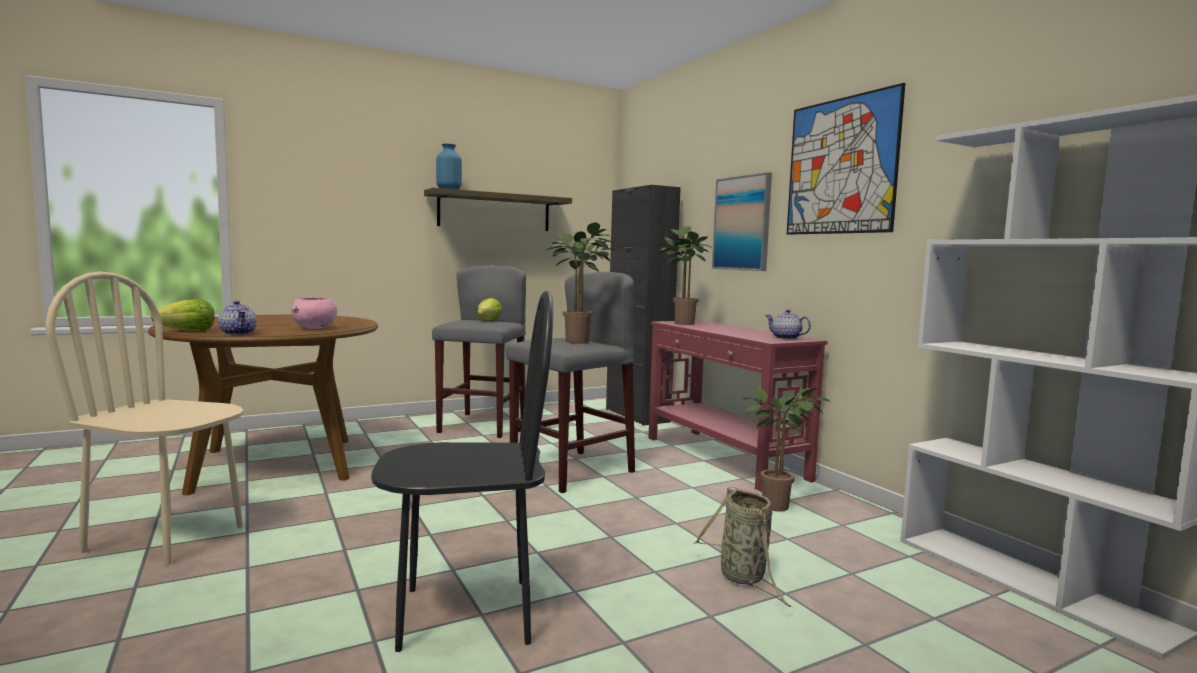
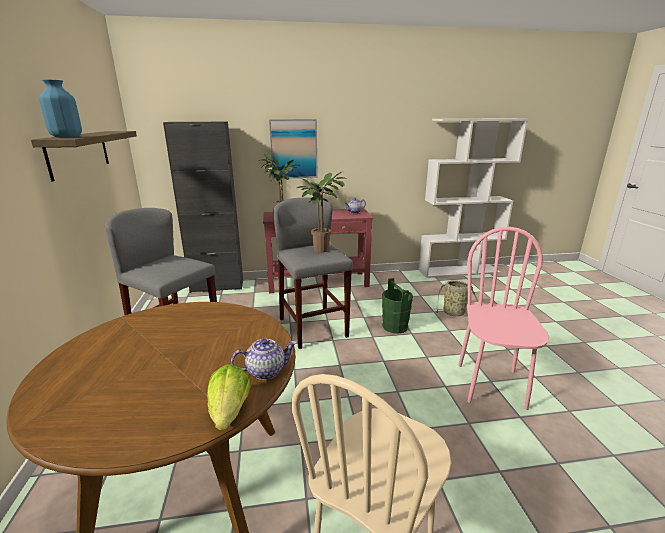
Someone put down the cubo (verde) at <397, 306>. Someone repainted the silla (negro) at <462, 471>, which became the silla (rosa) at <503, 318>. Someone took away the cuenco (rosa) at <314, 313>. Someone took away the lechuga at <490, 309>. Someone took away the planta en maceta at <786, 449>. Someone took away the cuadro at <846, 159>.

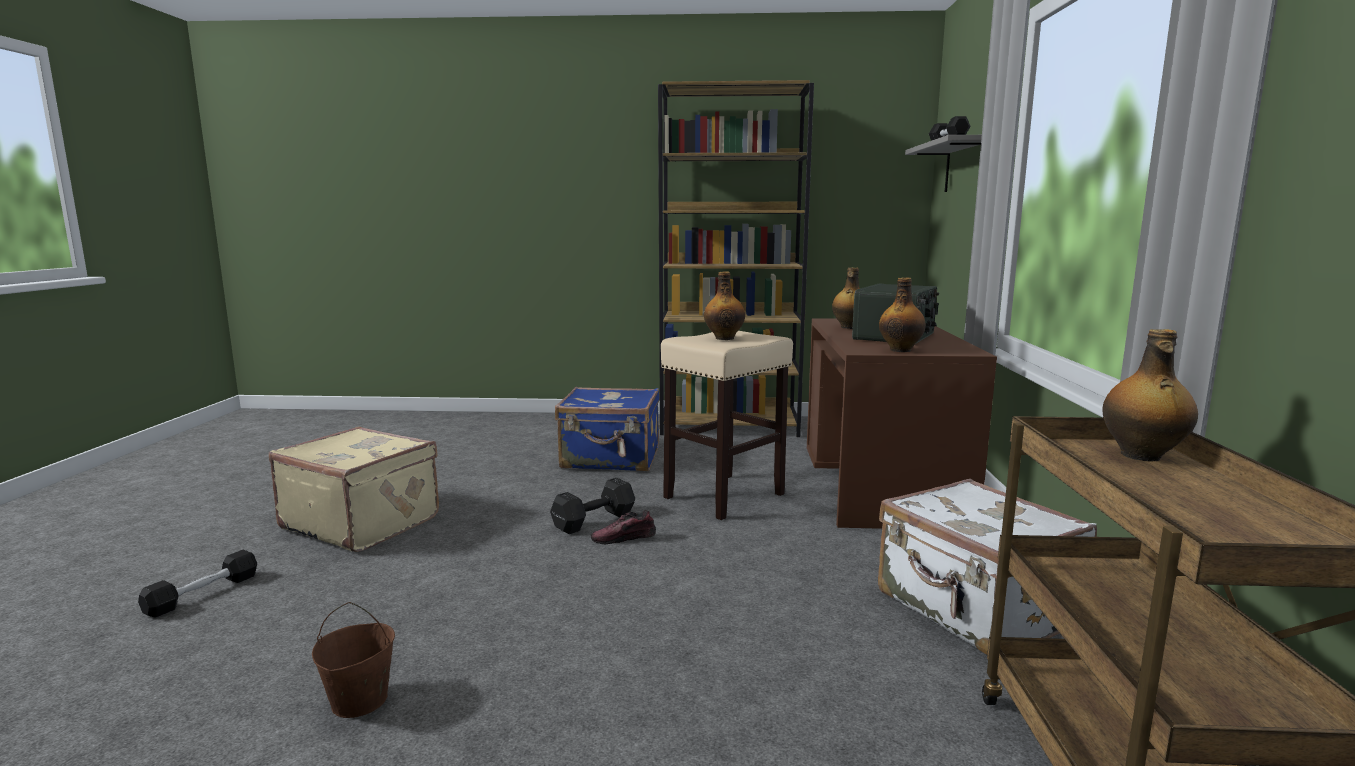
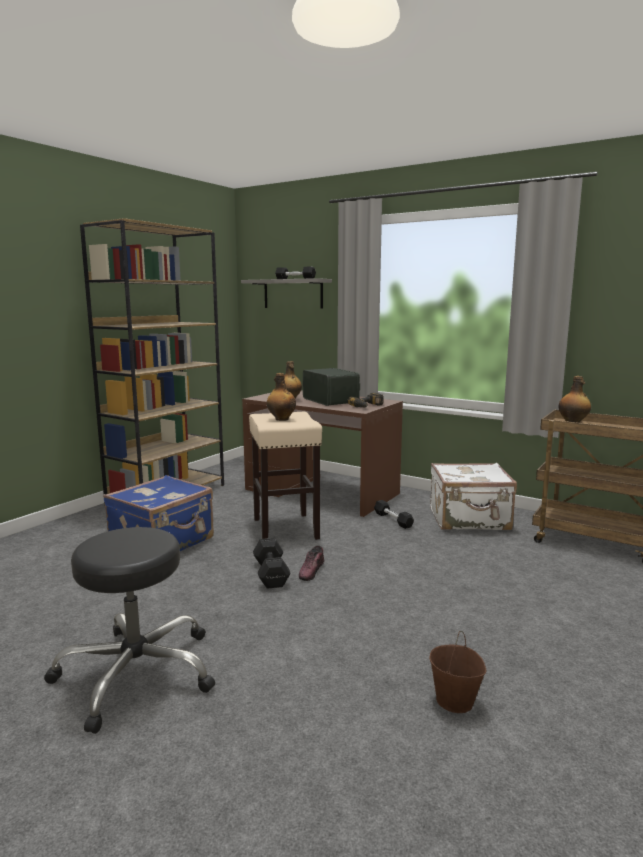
Someone swapped the maleta (beis) at <354, 489> for the taburete (negro) at <129, 630>. Someone swapped the botella at <902, 314> for the taladro at <365, 400>. Someone carried the mancuerna (negro) from <197, 583> to <394, 514>.

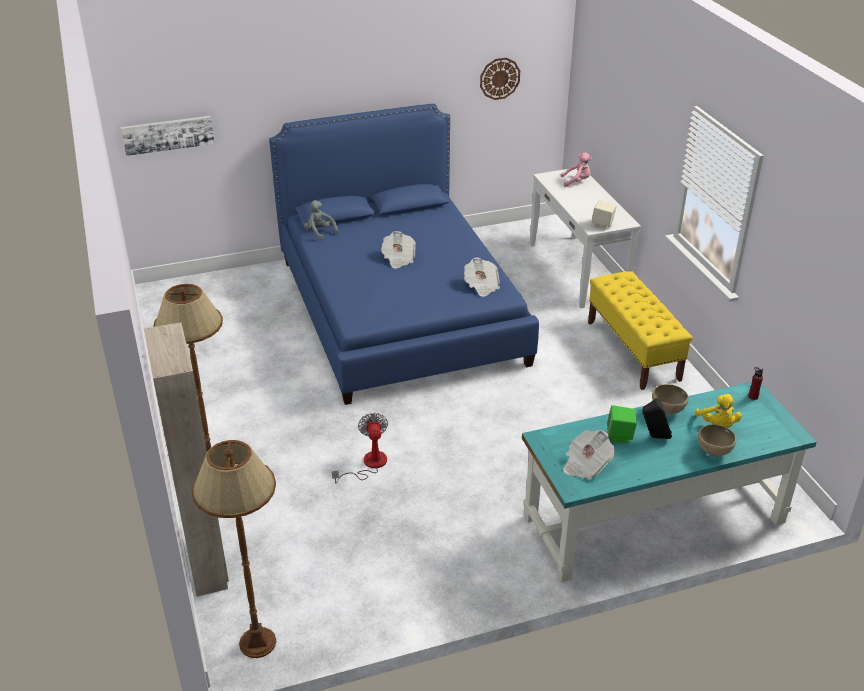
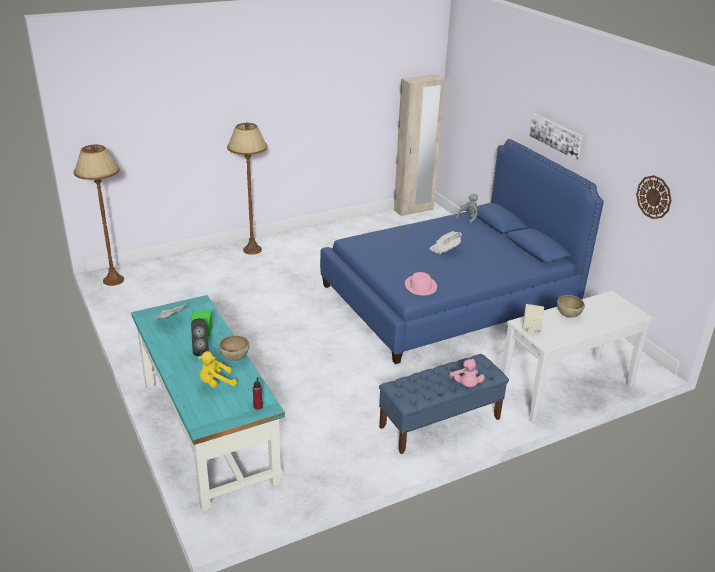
Someone repainted the banco (amarillo) at <640, 330>, which became the banco (azul) at <444, 404>. Someone carried the armario ropero (beis) from <186, 460> to <419, 145>. Someone swapped the periódico at <482, 277> for the sombrero (rosa) at <421, 283>. Someone carried the peluche (rosa) from <576, 169> to <467, 373>. Someone carried the cuadro from <167, 136> to <556, 136>. Someone carried the cuenco (marrón) from <717, 440> to <571, 306>. Someone took away the ventilador at <360, 448>.

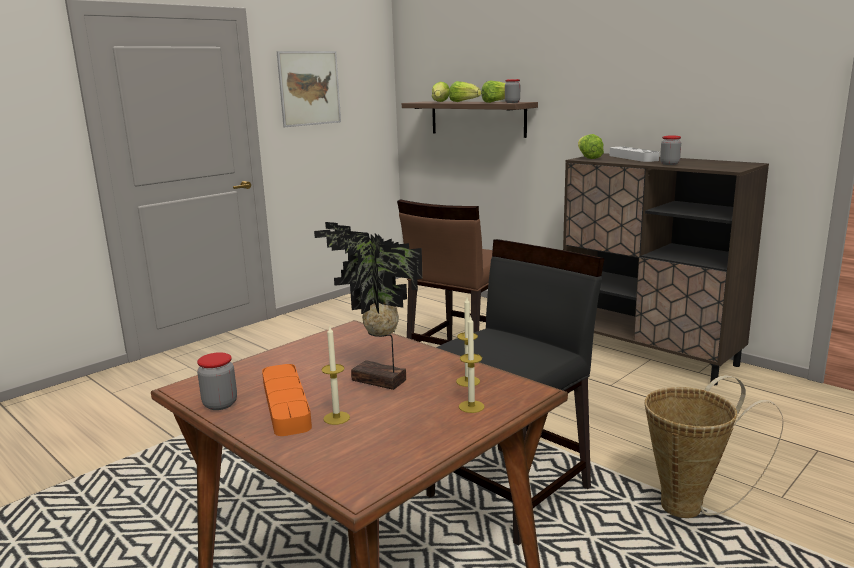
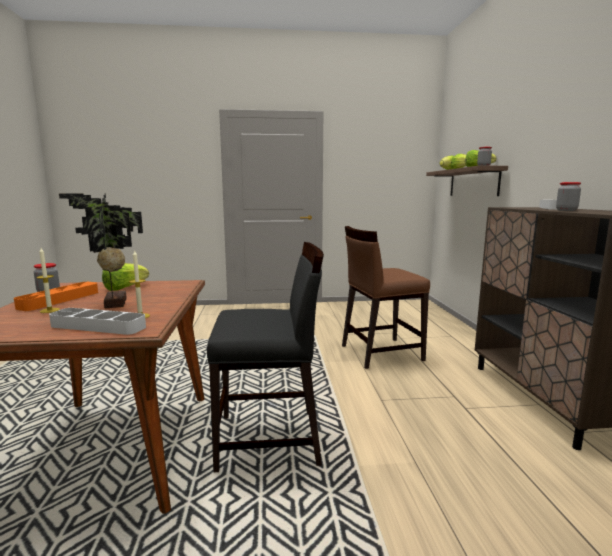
Someone swapped the vela at <471, 364> for the bandeja (gris) at <97, 321>. Someone carried the lechuga from <591, 146> to <125, 277>. Someone took away the cuadro at <309, 89>. Someone took away the cesta at <714, 446>.

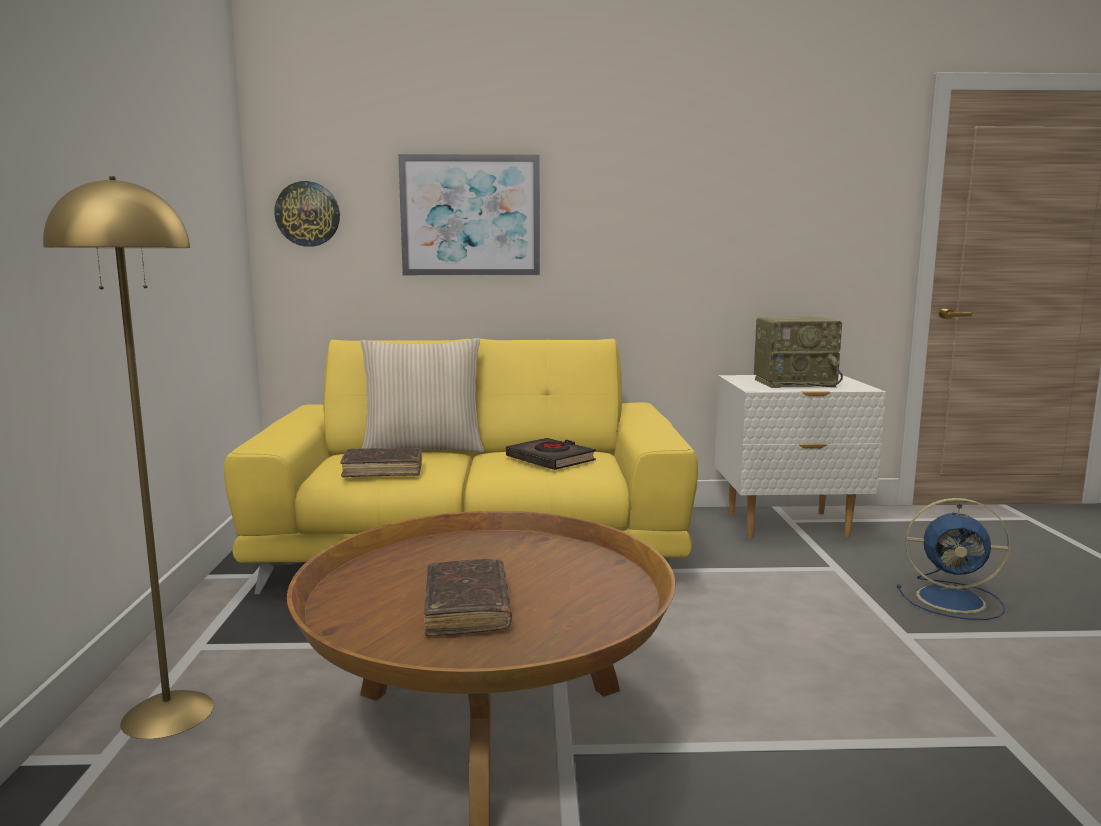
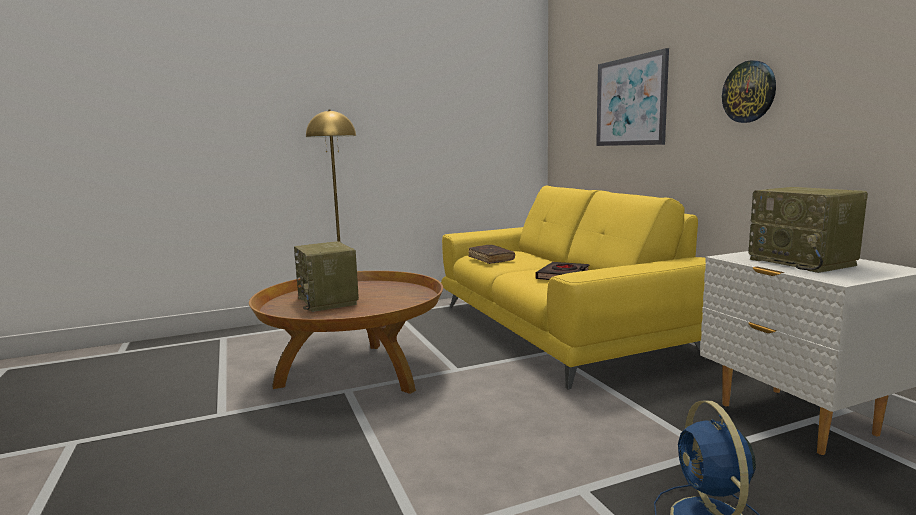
Someone swapped the libro (marrón) at <468, 597> for the radio at <326, 276>. Someone carried the reloj de pared from <307, 214> to <749, 91>. Someone took away the cojín (beis) at <422, 395>.

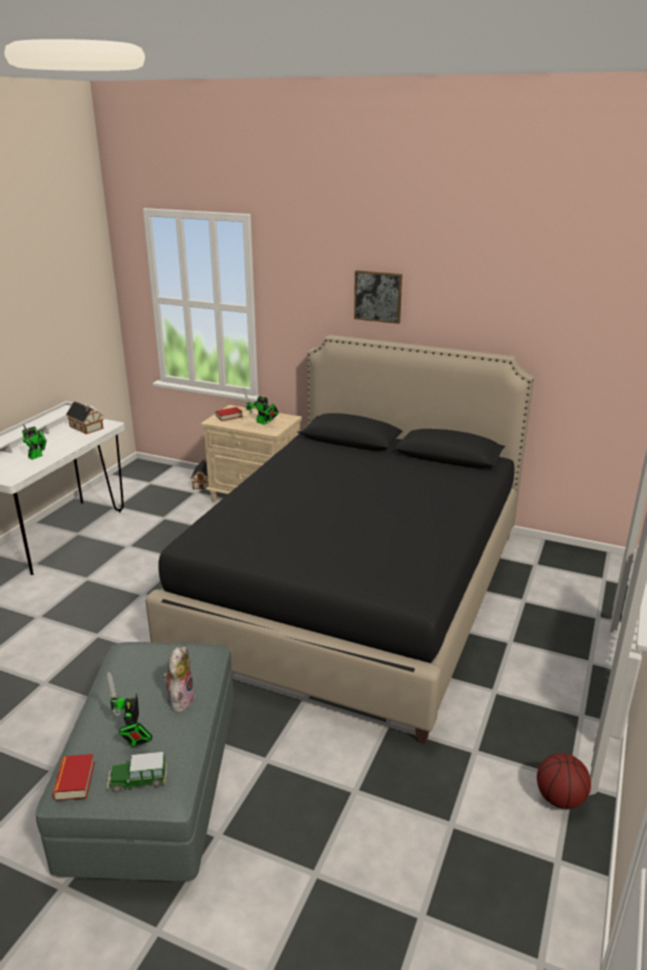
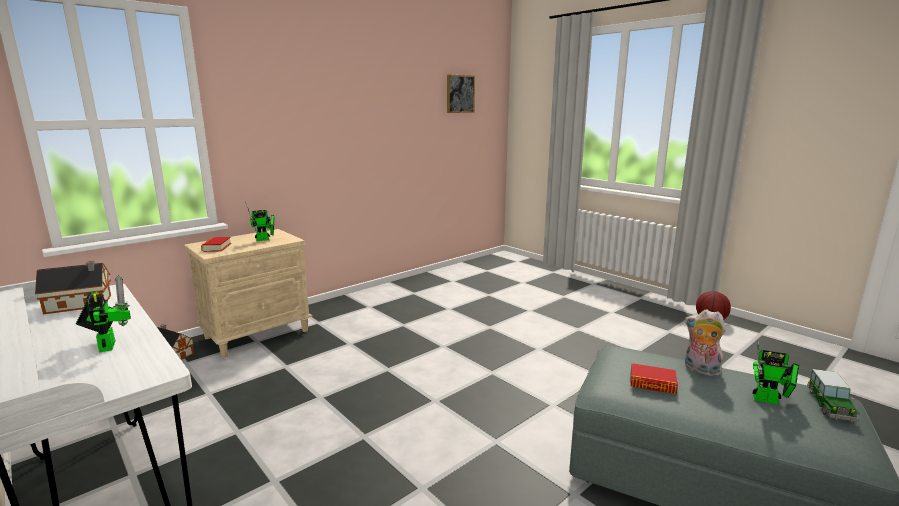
Someone carried the cuadro from <378, 297> to <461, 93>. Someone carried the libro from <74, 777> to <654, 378>. Someone took away the cama (negro) at <340, 539>.

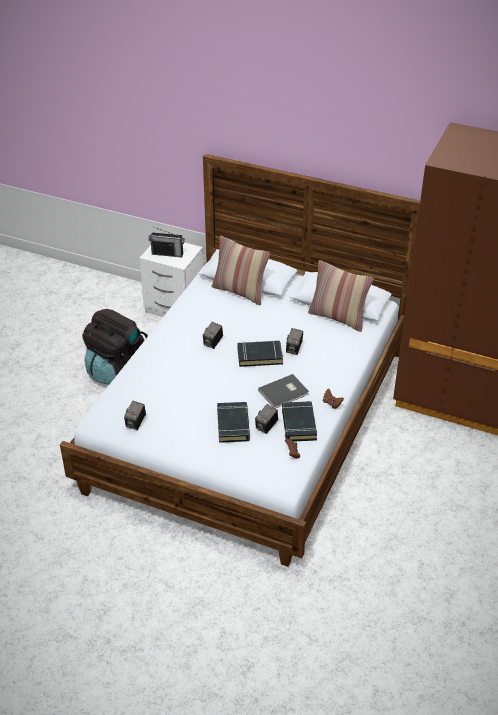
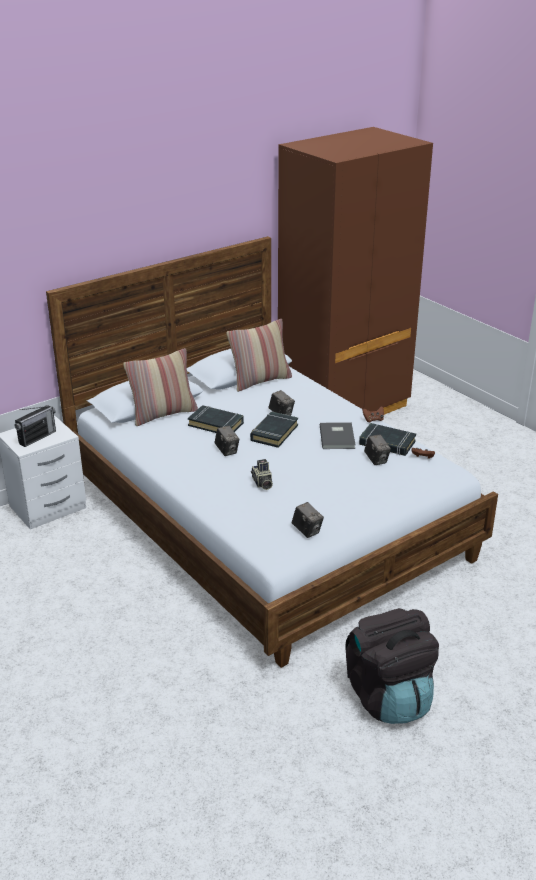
Someone carried the libro (negro) from <233, 422> to <216, 419>. Someone put down the cámara at <262, 474>. Someone carried the mochila (negro) from <115, 347> to <392, 666>.

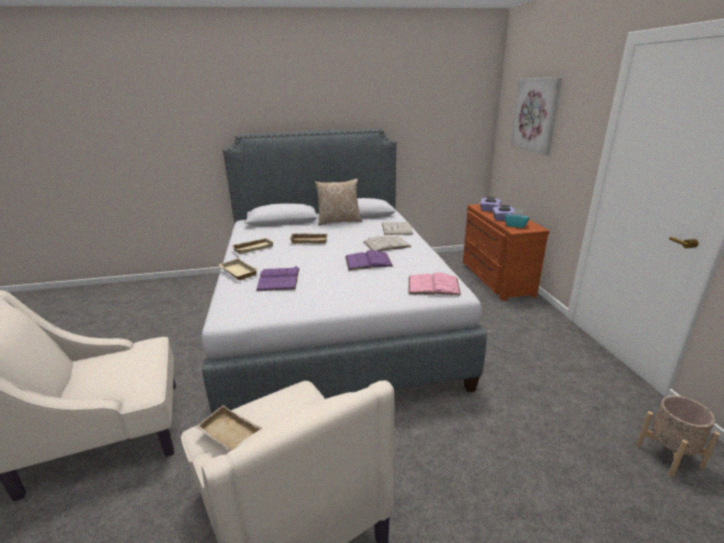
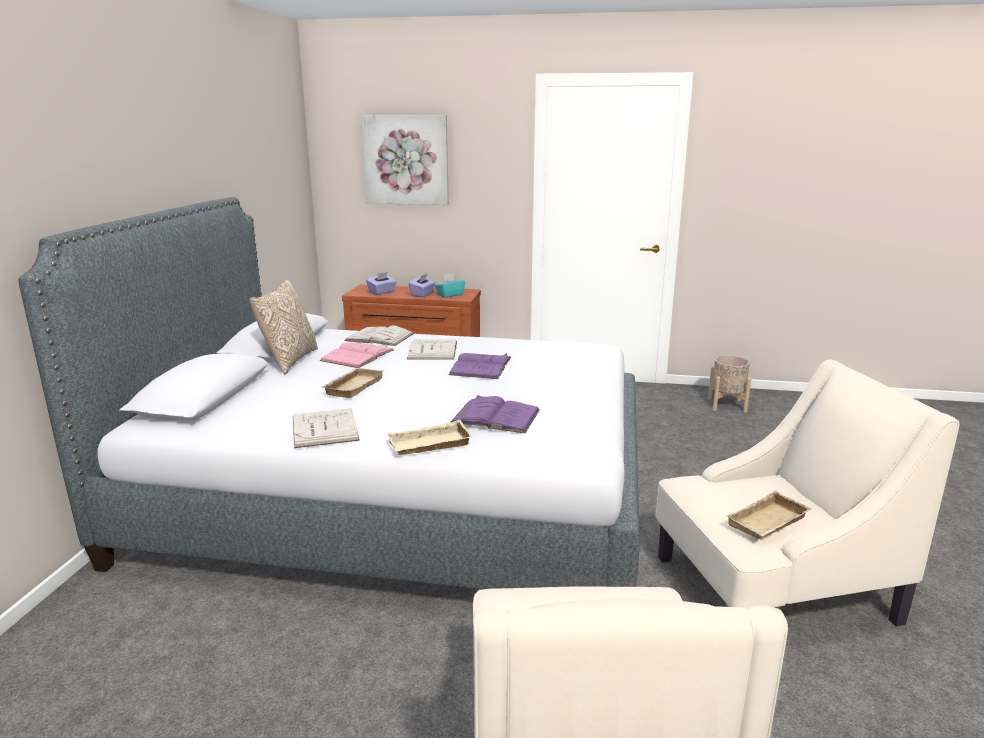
Someone swapped the bandeja (beis) at <252, 246> for the libro (blanco) at <326, 428>. Someone carried the libro (rosa) from <434, 284> to <357, 355>.

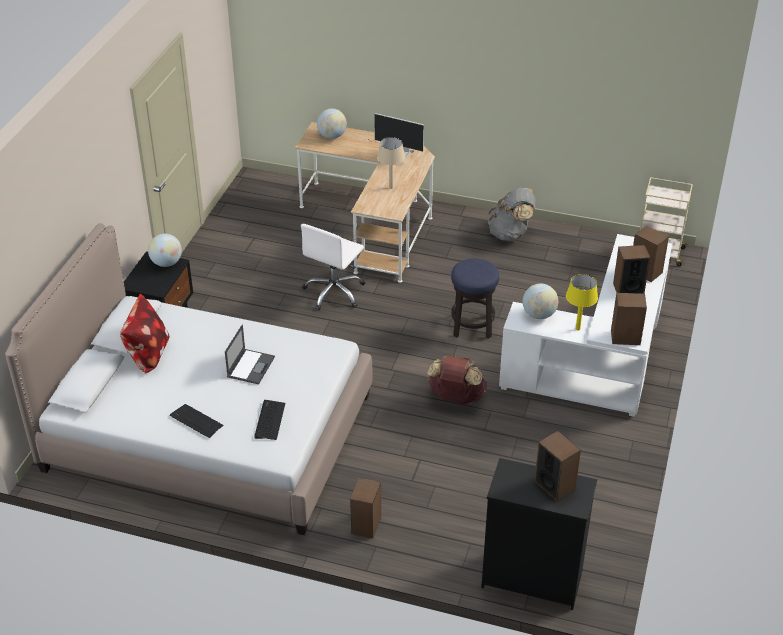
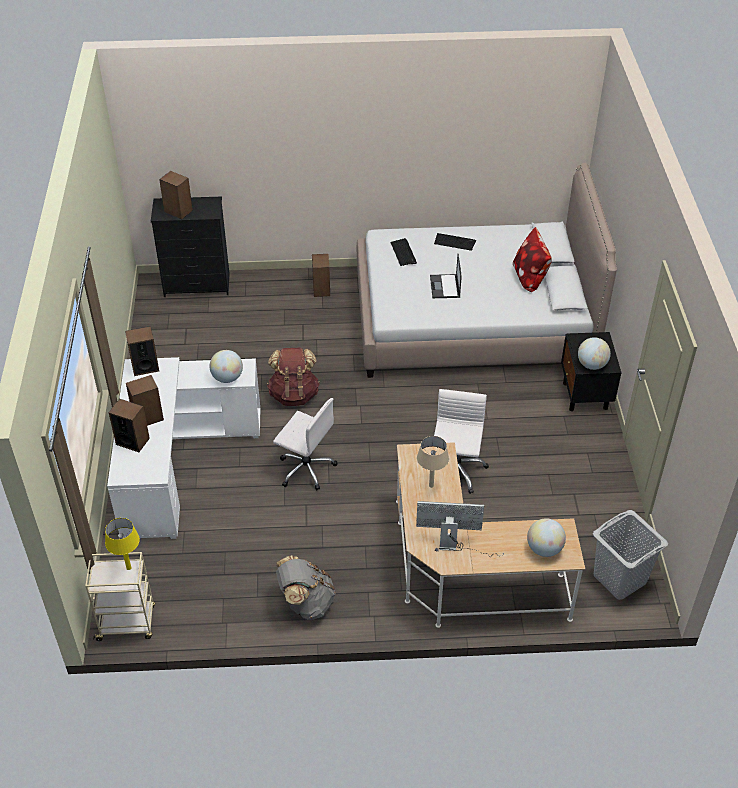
Someone carried the lámpara de mesa (amarillo) from <582, 302> to <122, 544>. Someone swapped the taburete at <475, 298> for the silla de oficina (blanco) at <305, 444>. Someone put down the cesto de la ropa (gris) at <630, 555>.

